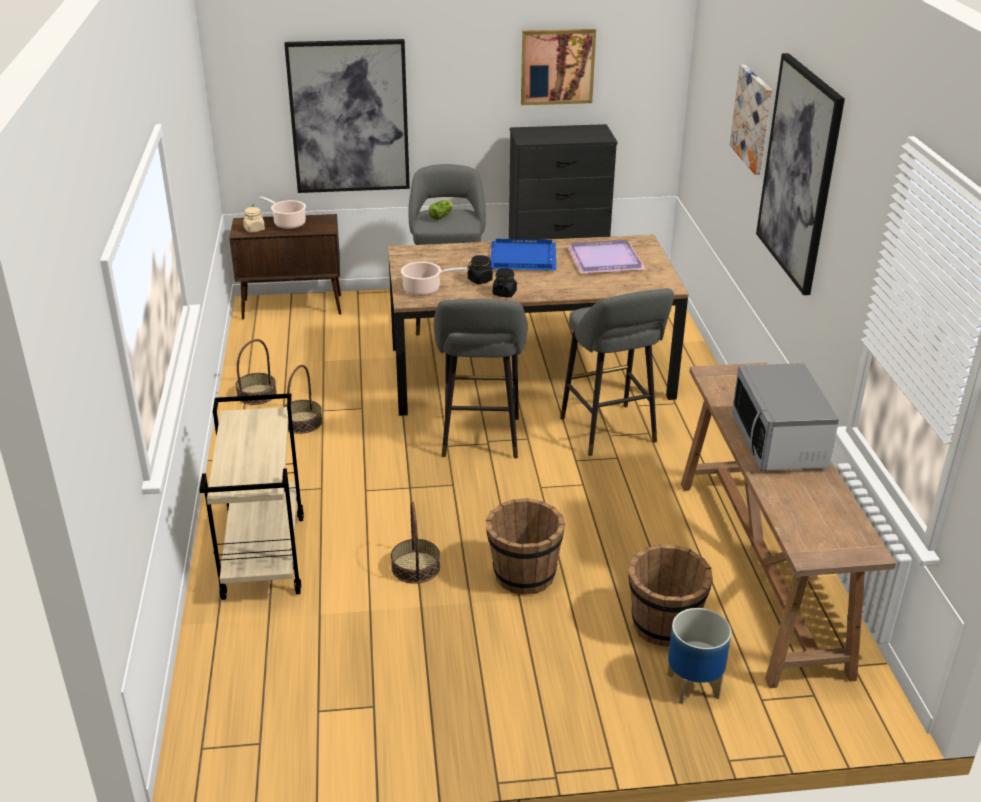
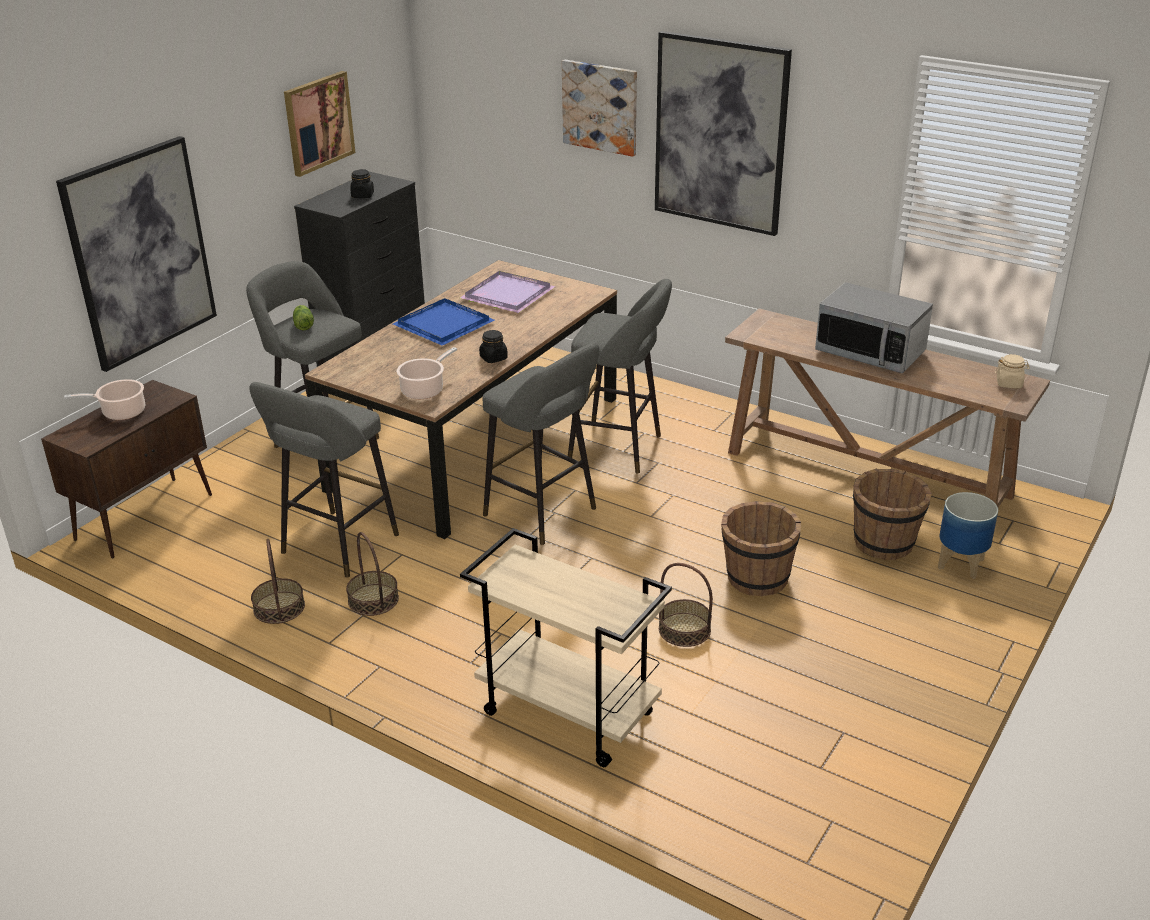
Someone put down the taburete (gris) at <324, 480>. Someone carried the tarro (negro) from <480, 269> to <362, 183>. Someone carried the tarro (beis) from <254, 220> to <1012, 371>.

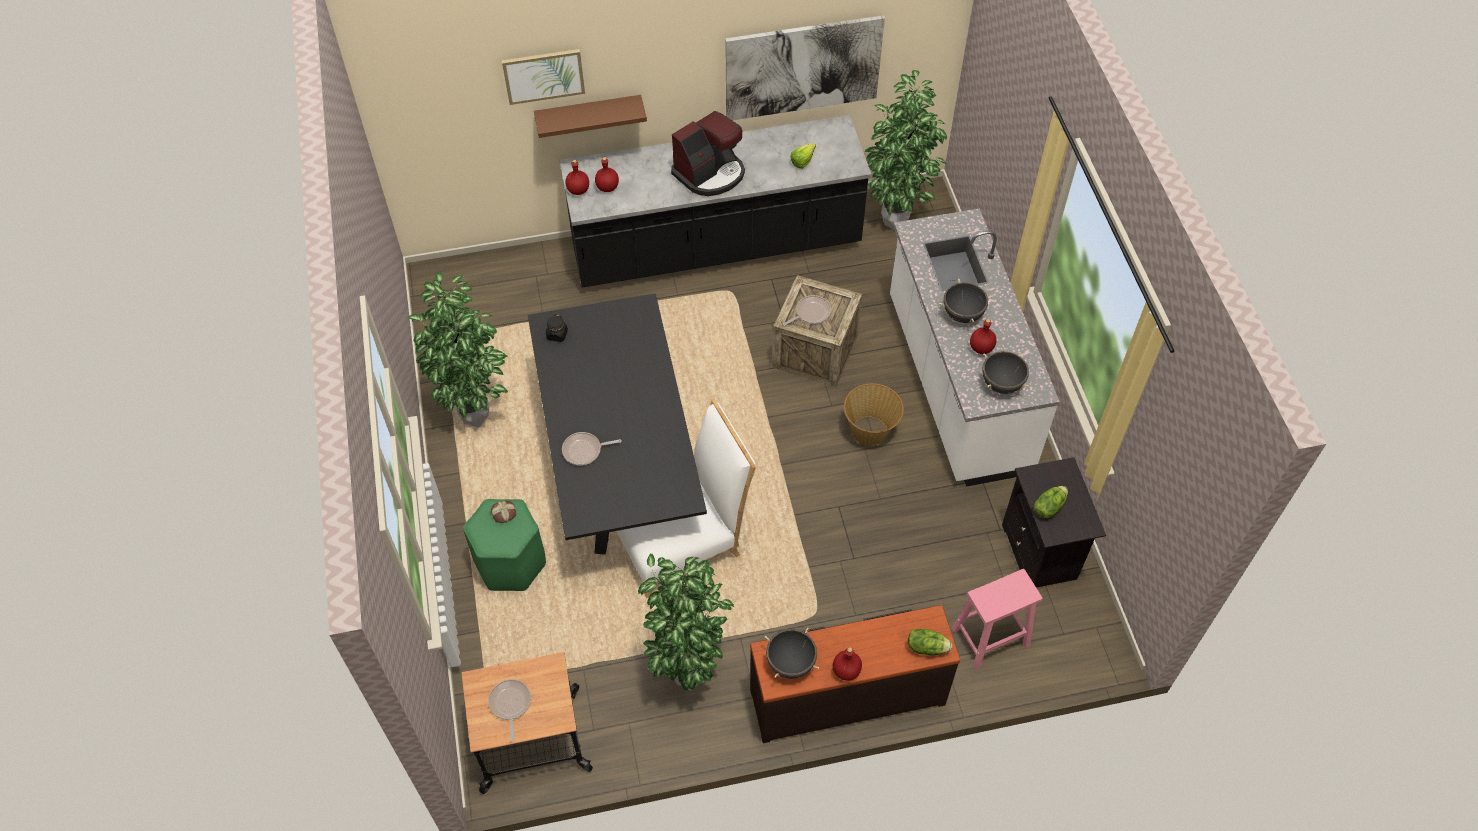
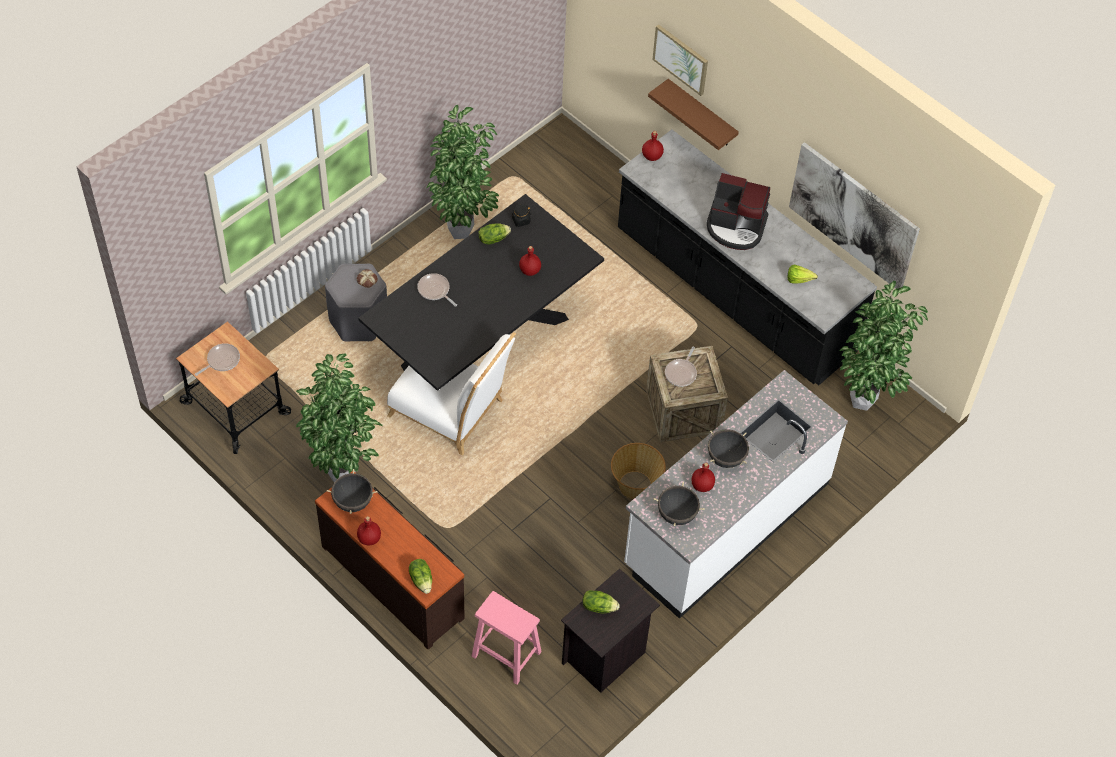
Someone repainted the taburete (verde) at <504, 545>, which became the taburete (gris) at <356, 302>. Someone put down the lechuga at <494, 233>. Someone carried the botella (rojo) from <607, 174> to <530, 261>. Someone rotated the sartén at <807, 310> by 90 degrees clockwise.

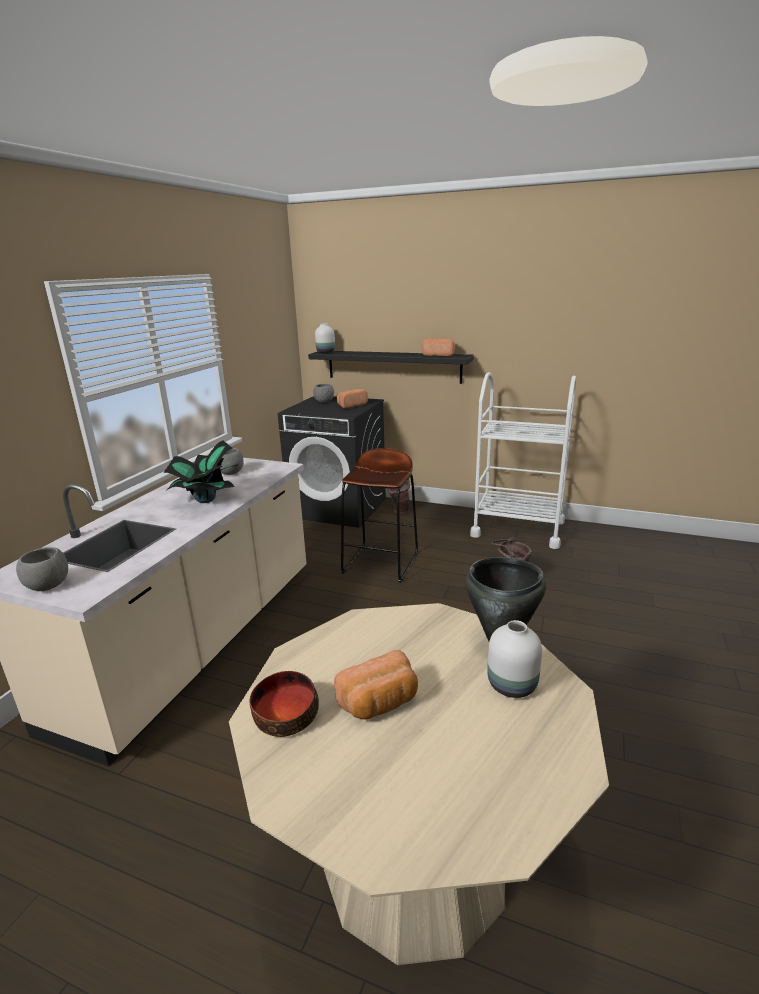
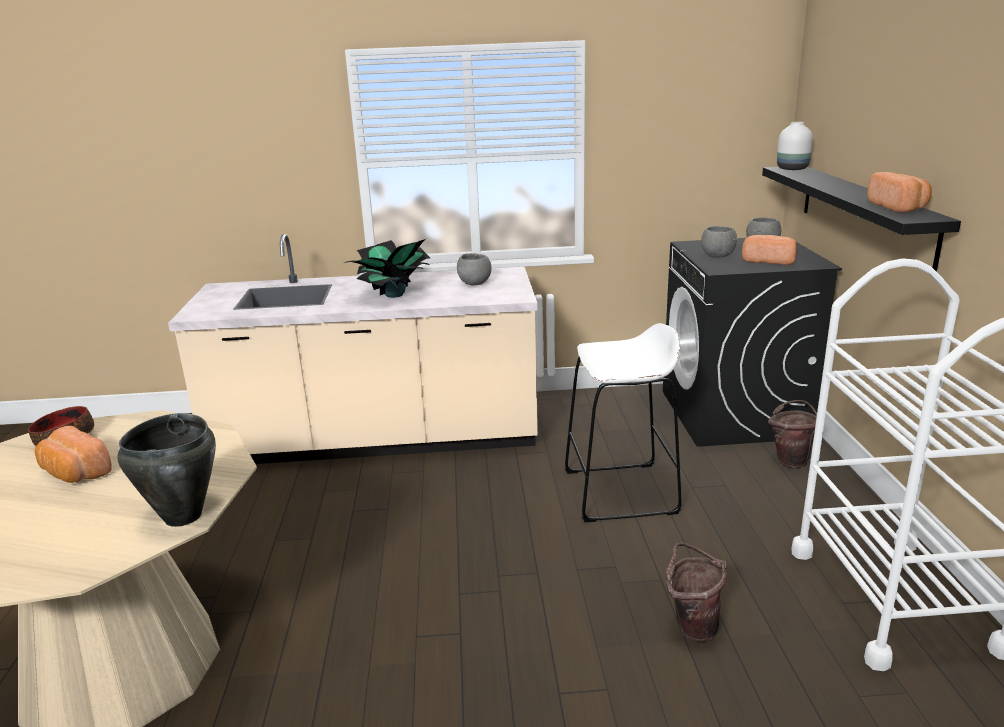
Someone repainted the taburete (marrón) at <379, 515>, which became the taburete (blanco) at <623, 422>. Someone carried the cuenco (gris) from <42, 569> to <719, 242>. Someone took away the florero (blanco) at <514, 659>.

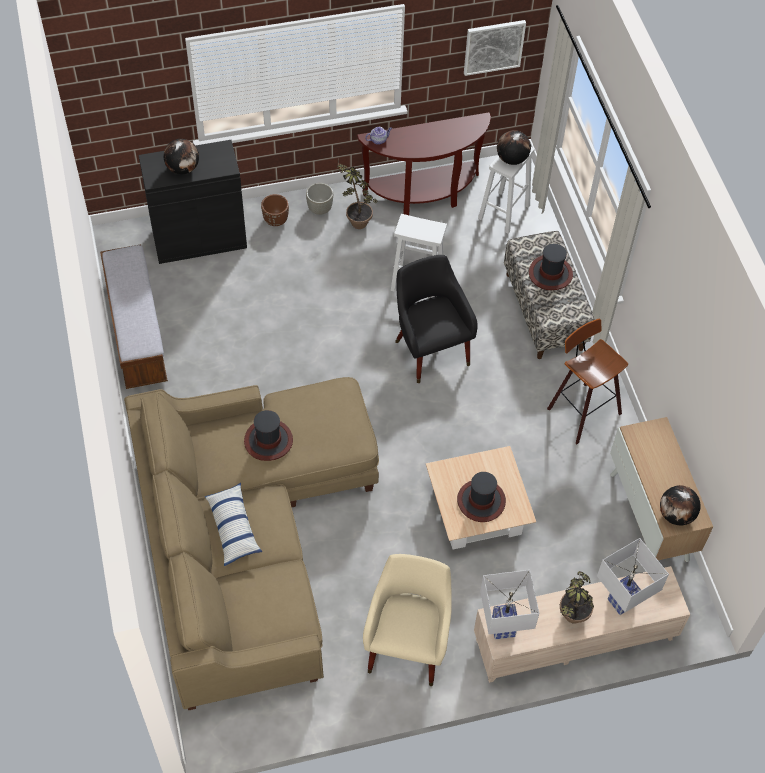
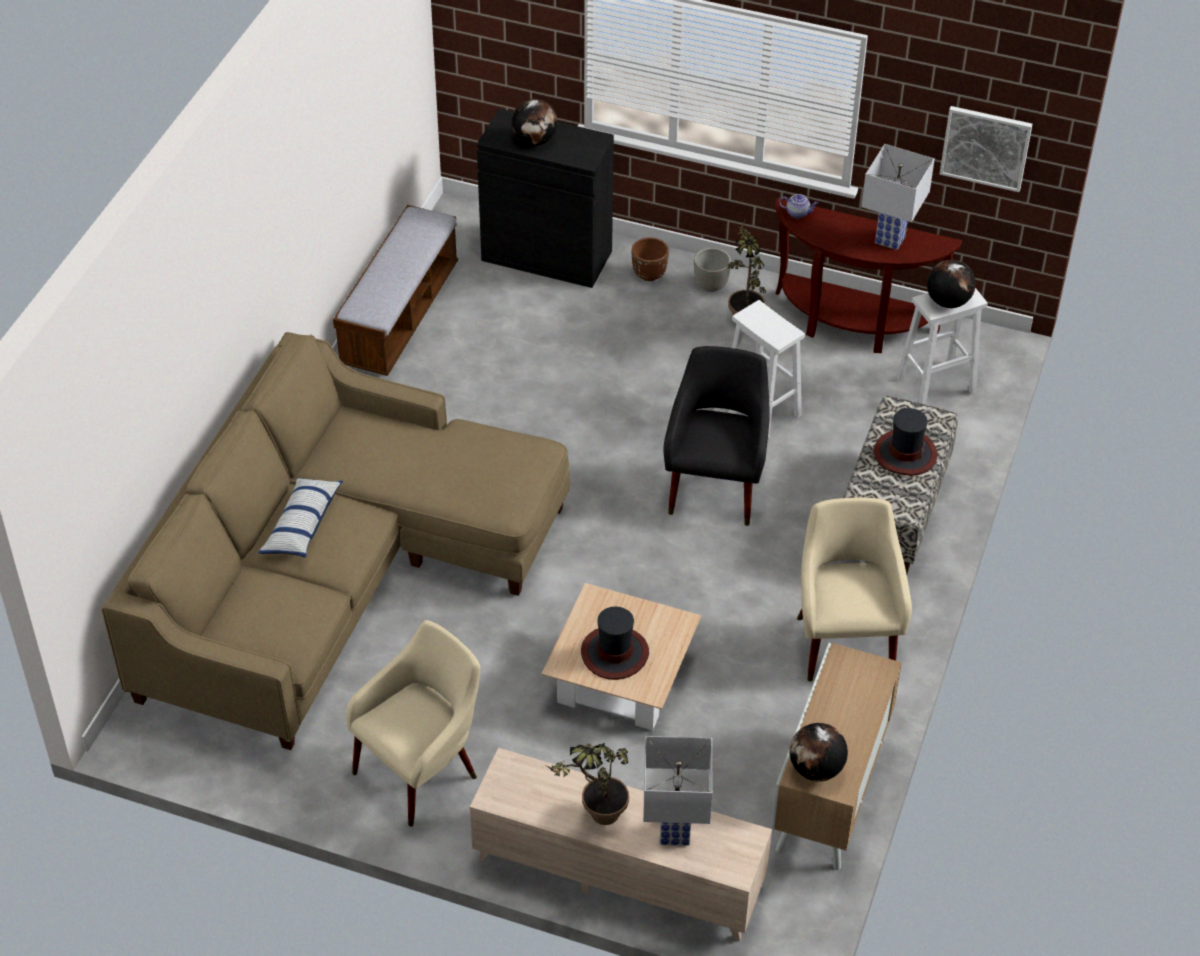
Someone swapped the taburete at <587, 382> for the sillón (beis) at <854, 590>. Someone carried the lámpara de mesa (blanco) from <509, 605> to <898, 197>. Someone took away the sombrero at <268, 435>.

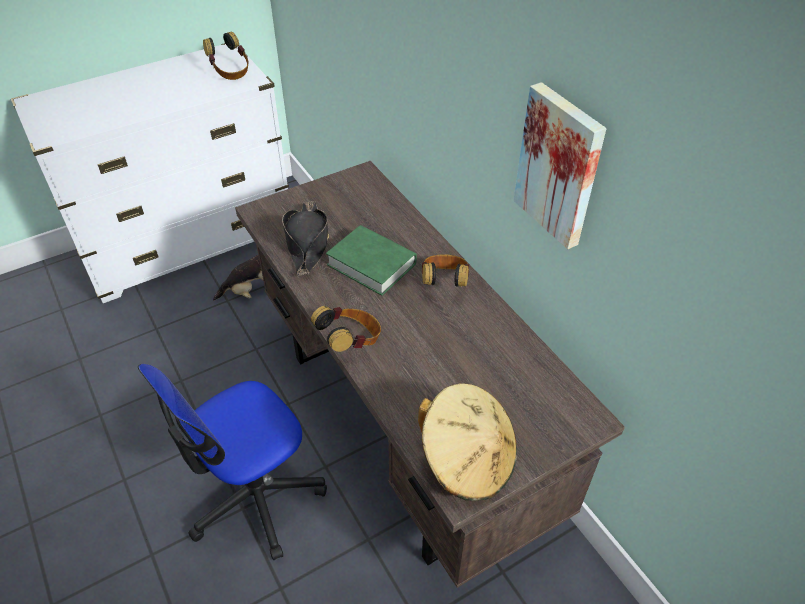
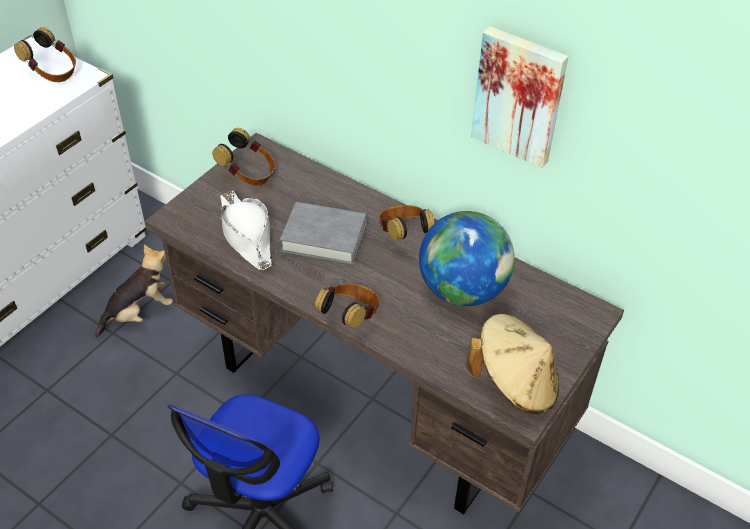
Someone put down the auriculares at <243, 157>. Someone repainted the sombrero (negro) at <305, 238>, which became the sombrero (blanco) at <246, 231>. Someone repainted the libro (verde) at <371, 260>, which became the libro (gris) at <323, 233>. Someone put down the globo terráqueo at <467, 258>.

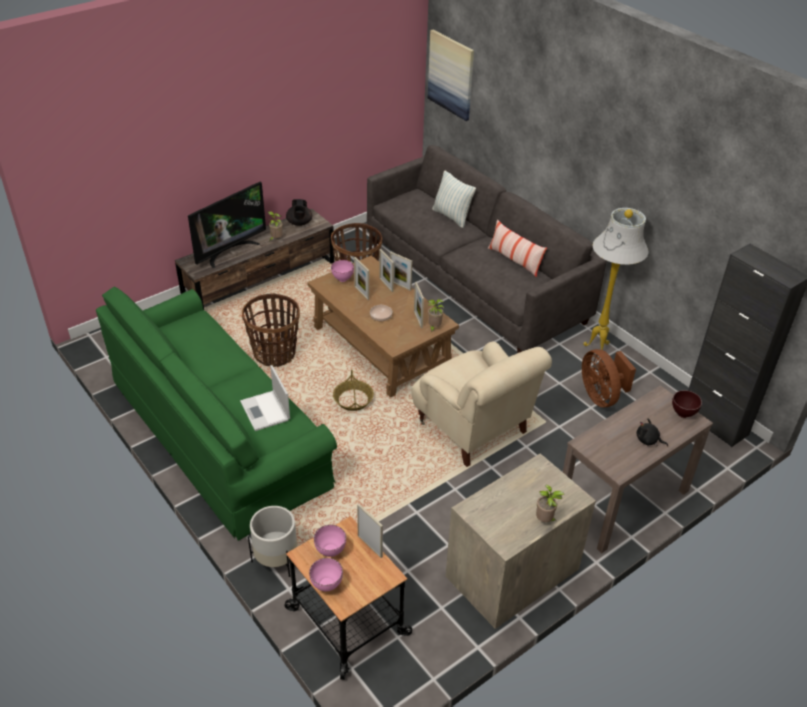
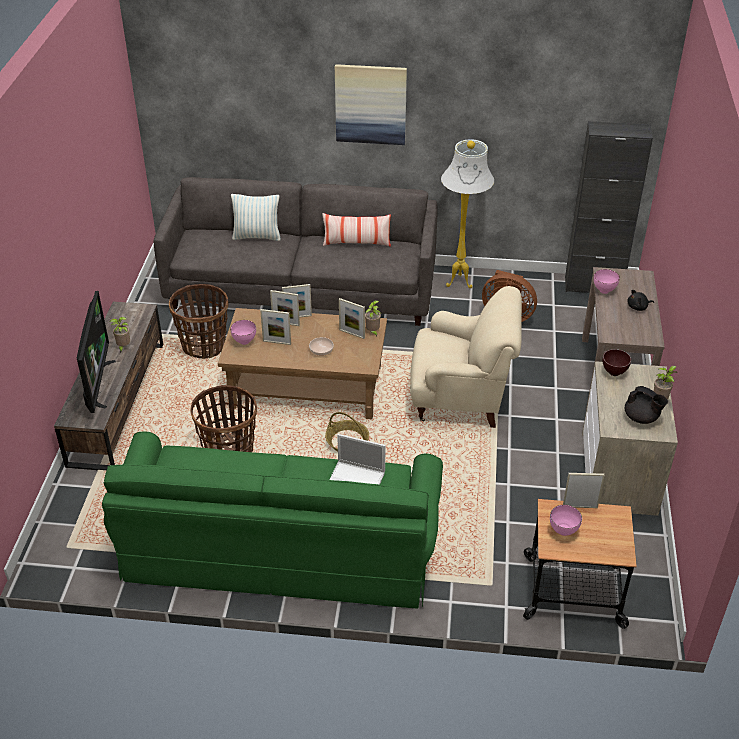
Someone carried the cuadro from <451, 75> to <371, 104>. Someone carried the cuenco (rosa) from <326, 574> to <607, 281>. Someone carried the cuenco (marrón) from <687, 404> to <617, 362>. Someone carried the tetera (negro) from <299, 212> to <646, 405>. Someone took away the maceta (blanco) at <272, 541>.

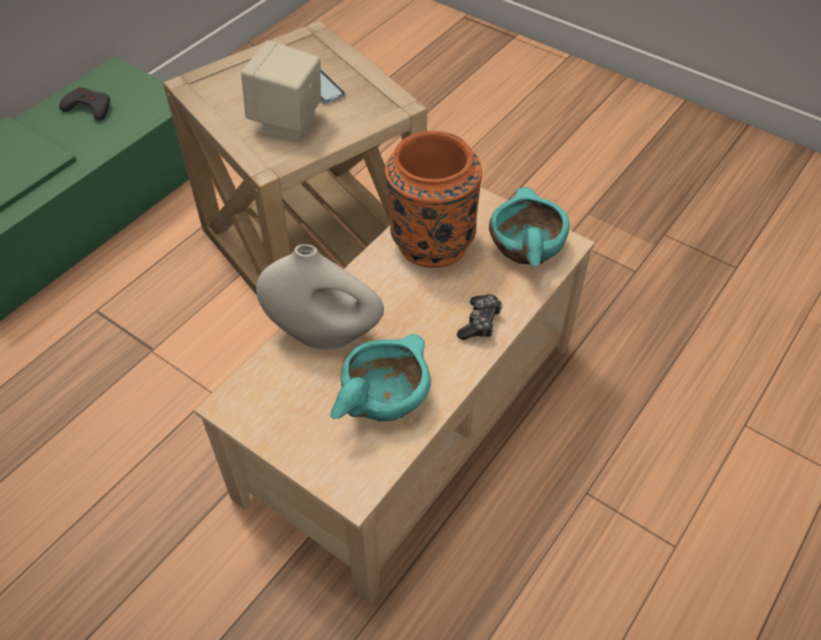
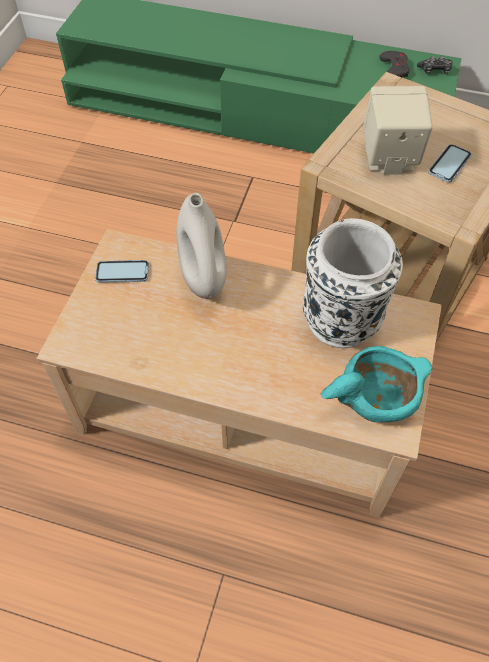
Someone put down the móvil at <122, 271>. Someone repainted the florero (naranja) at <433, 199>, which became the florero (blanco) at <353, 283>. Someone carried the mando de consola from <480, 317> to <435, 65>. Someone took away the cuenco (turquesa) at <380, 378>.

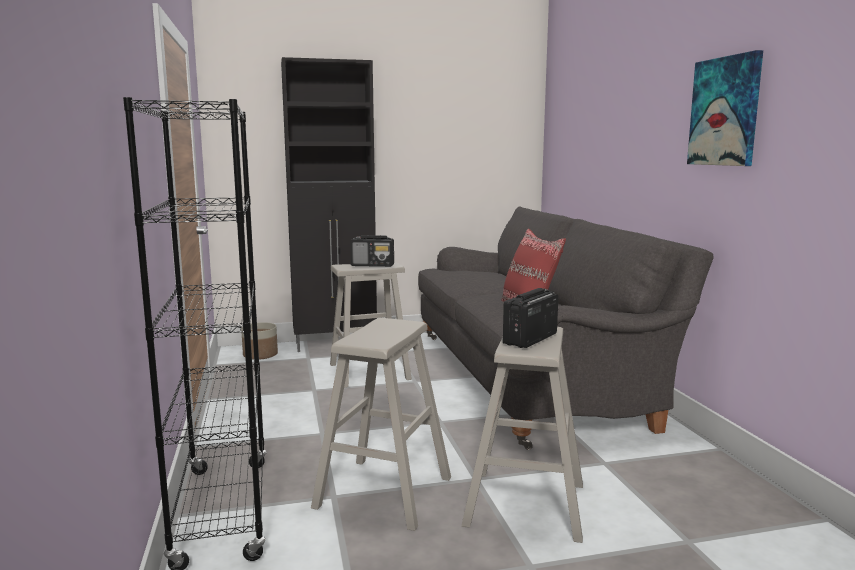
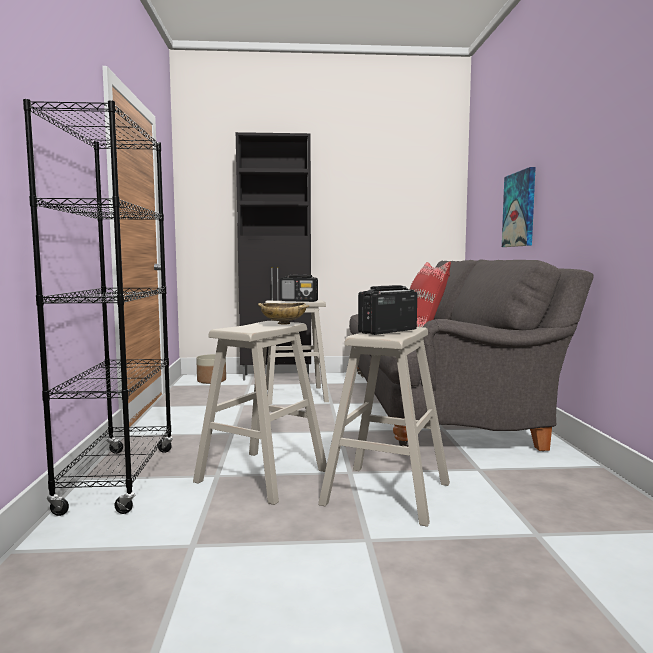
Someone put down the cuenco (beis) at <283, 314>. Someone carried the cuadro from <725, 108> to <518, 207>.

